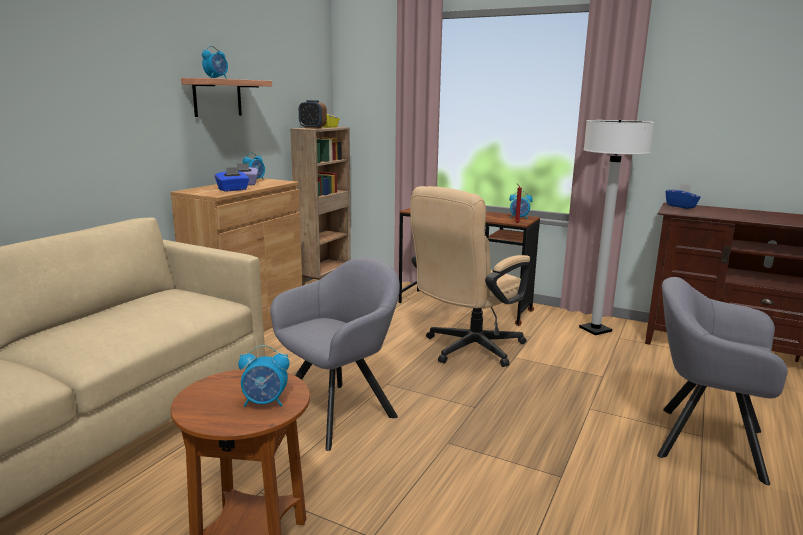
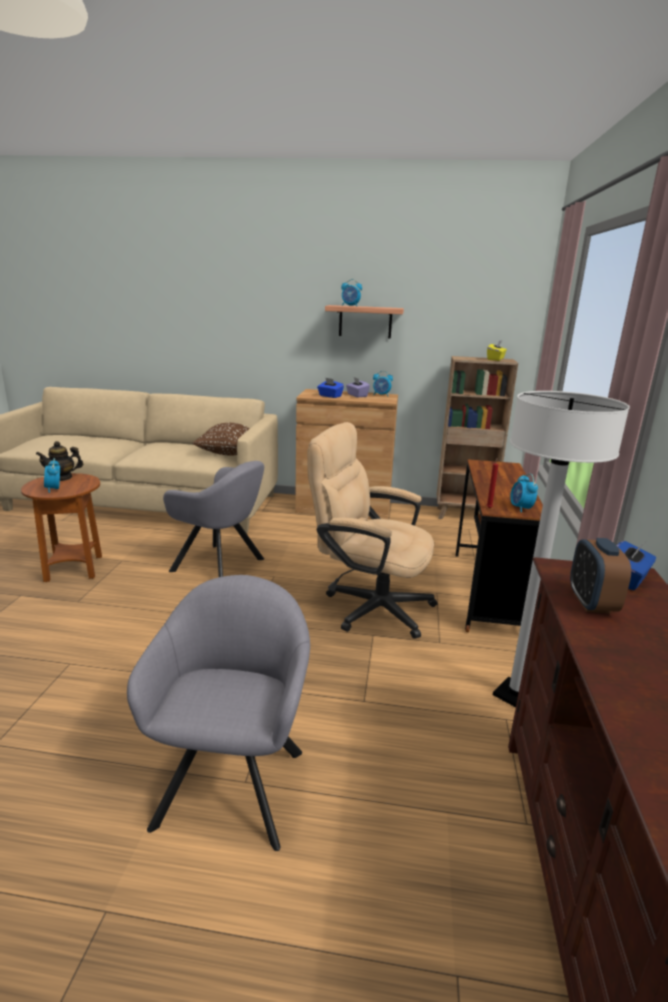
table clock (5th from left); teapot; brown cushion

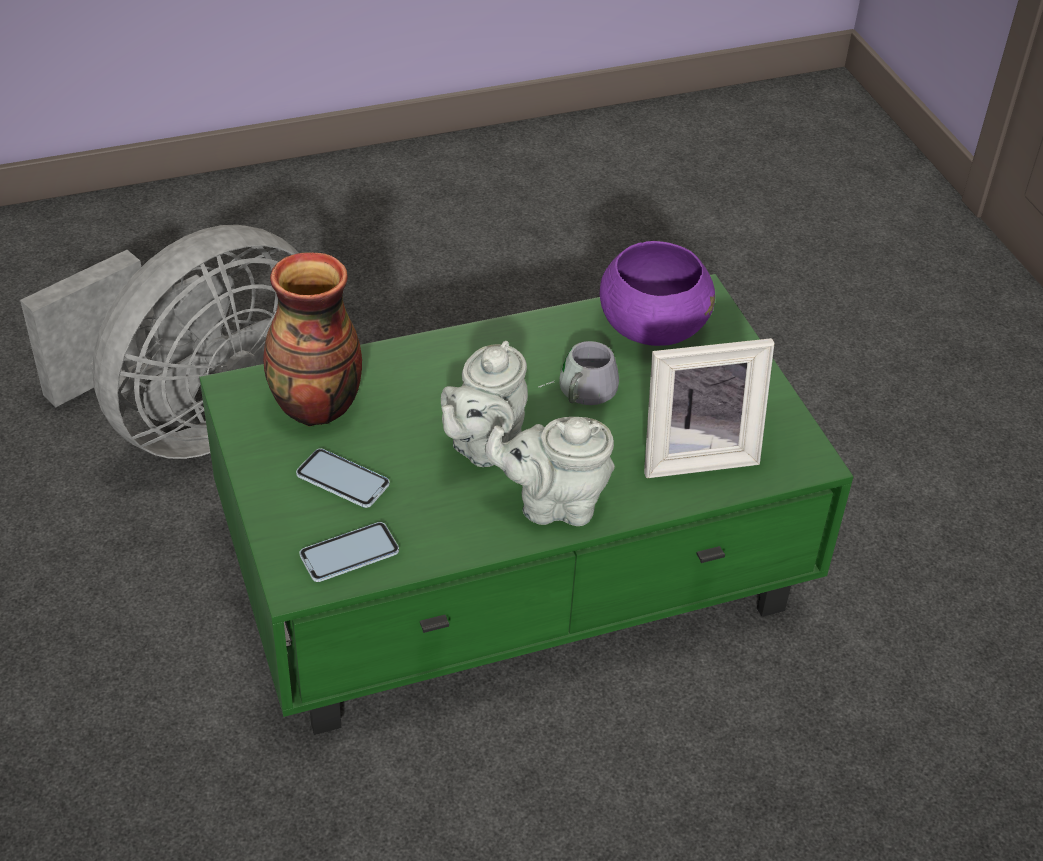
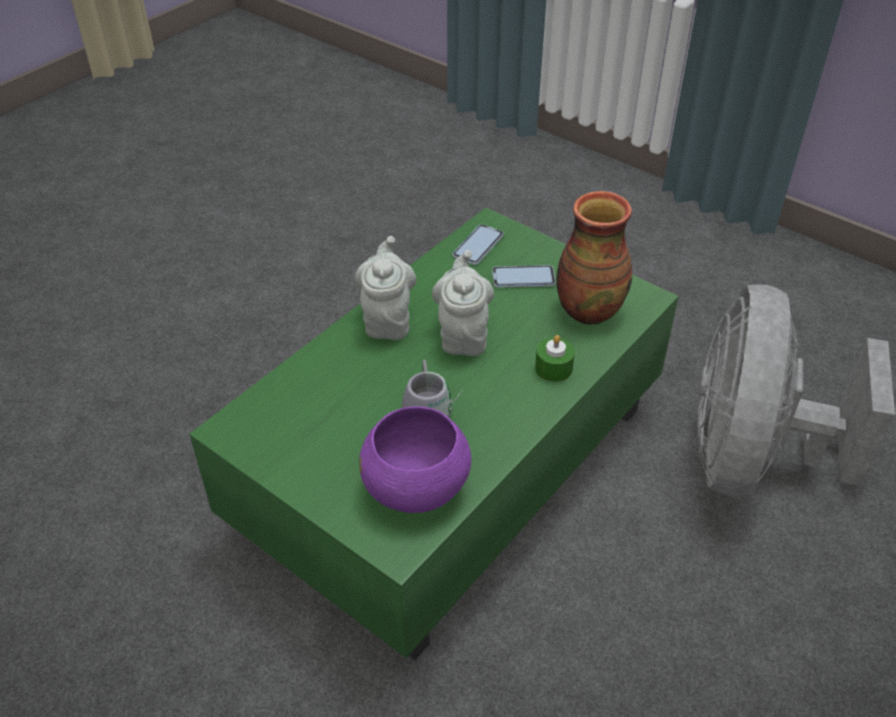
greyish teapot (1st from left); standing frame; green-coloured wax candle

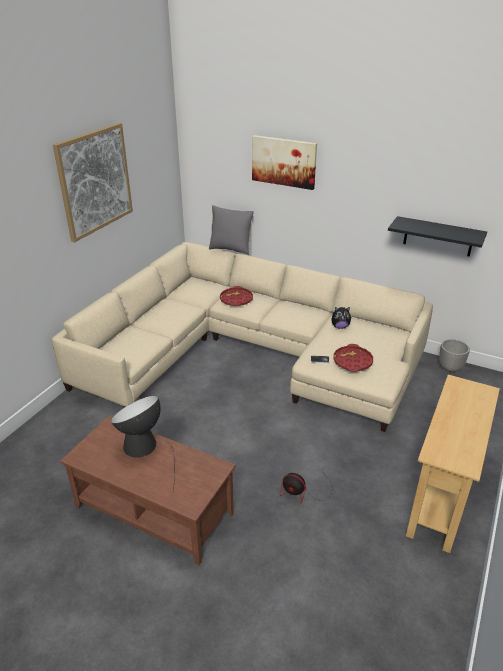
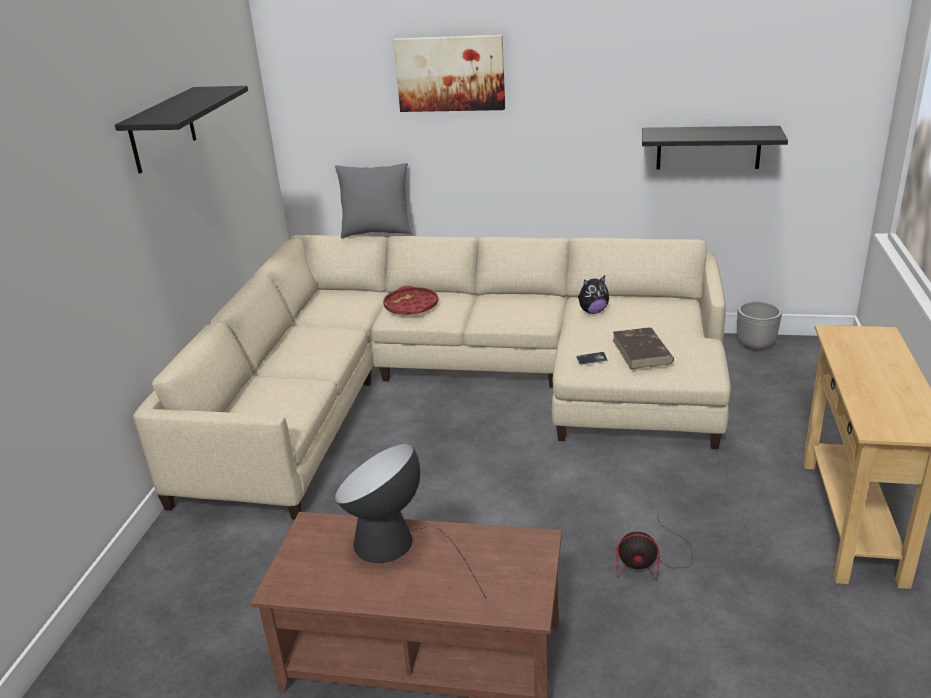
black wall shelf (1st from left); brown volume

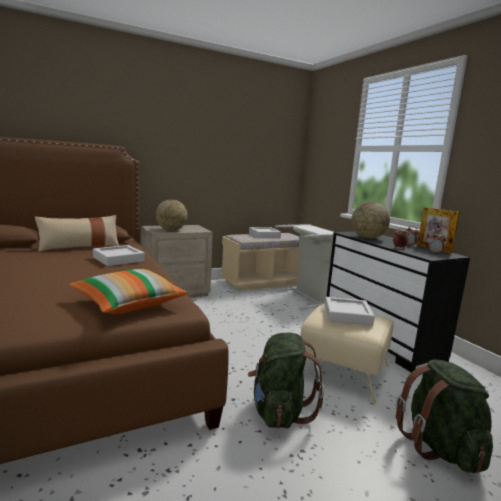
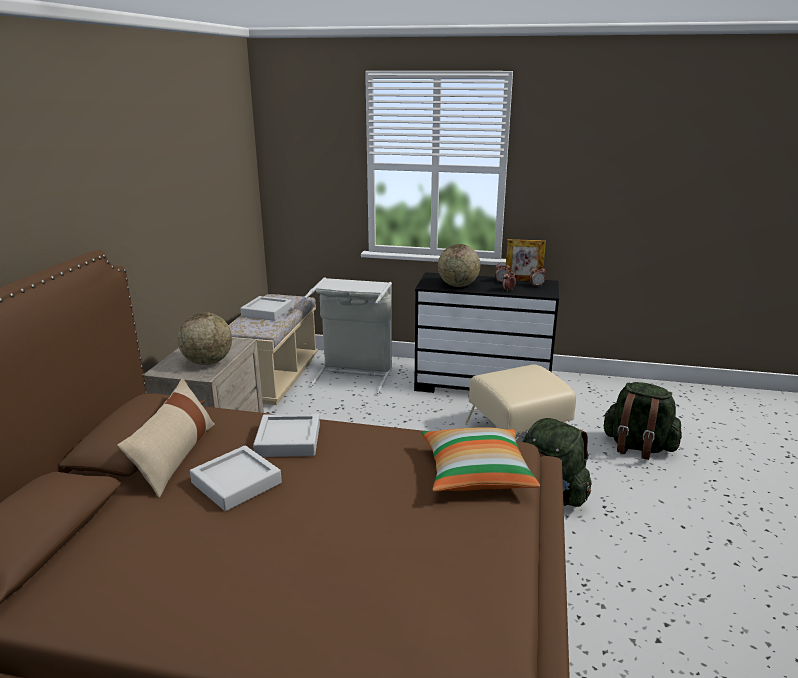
greyish serving tray (1st from left)

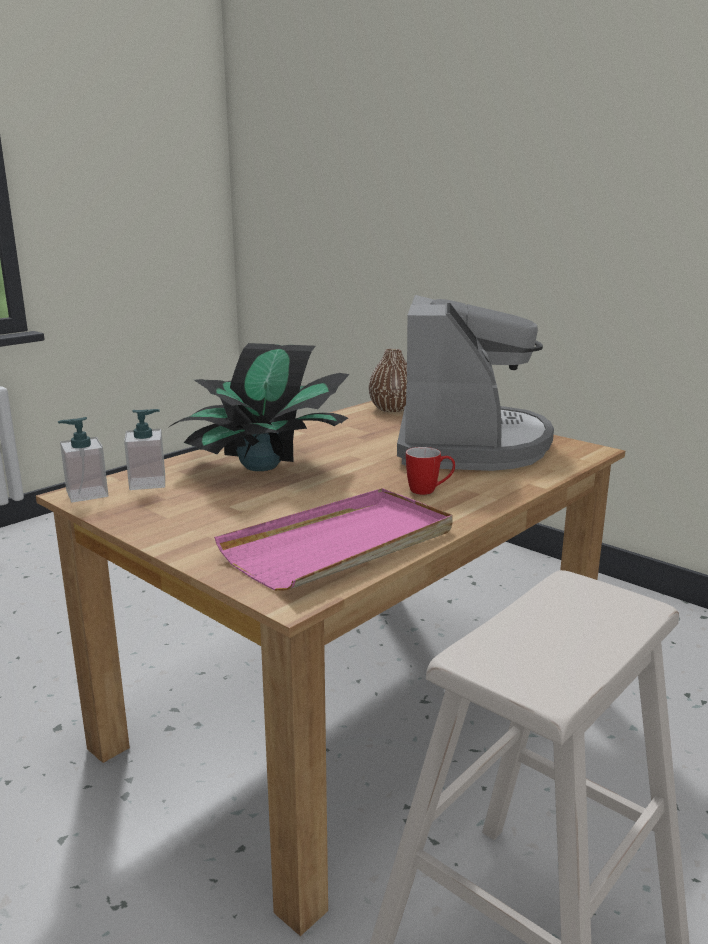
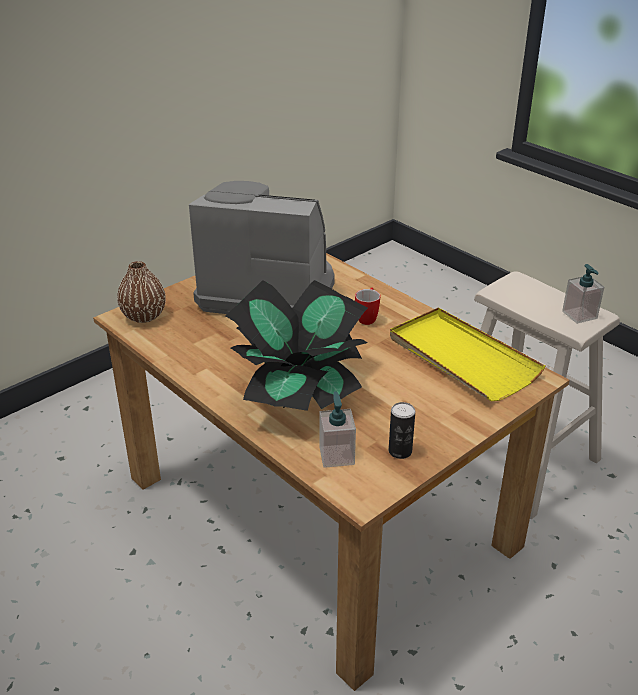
liquid soap bottle (2nd from left); yellow serving tray; sealed can

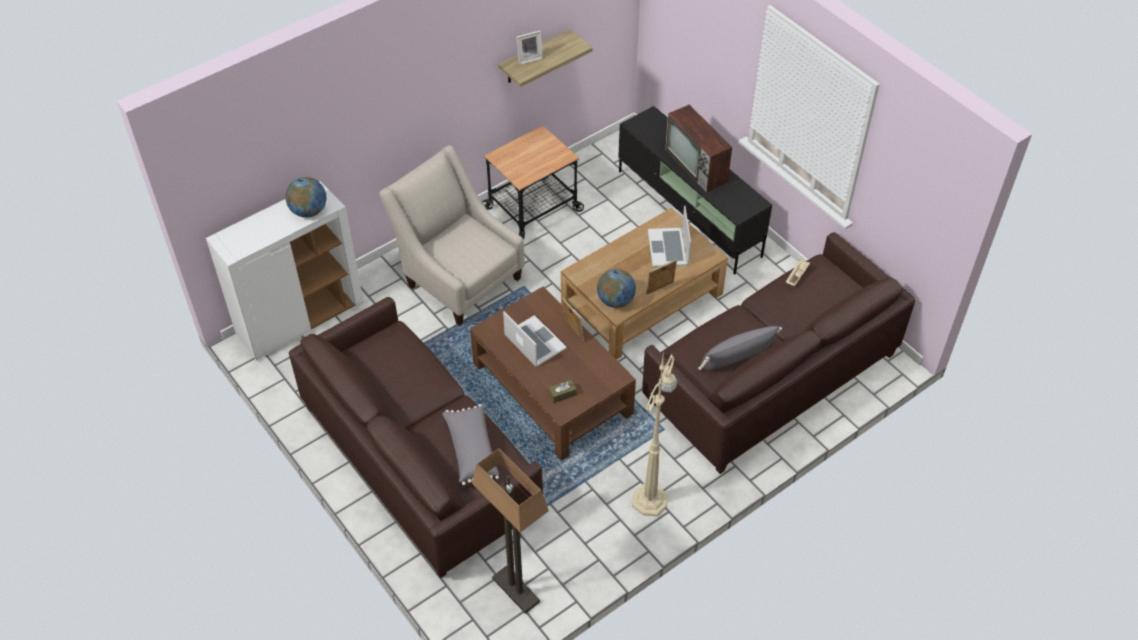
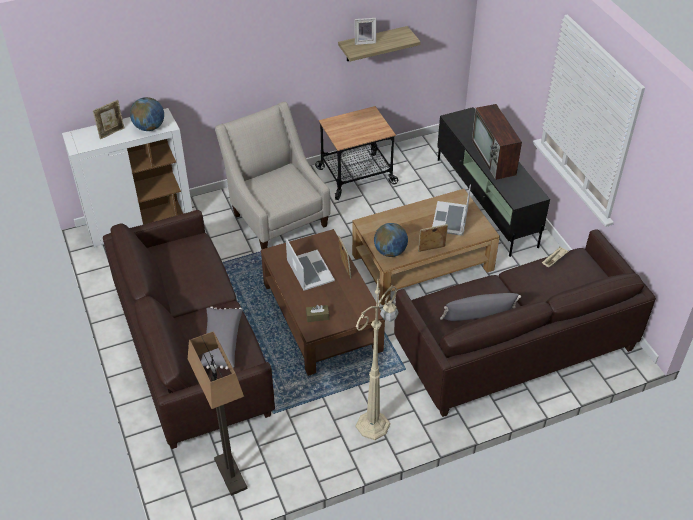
standing frame (1st from left)

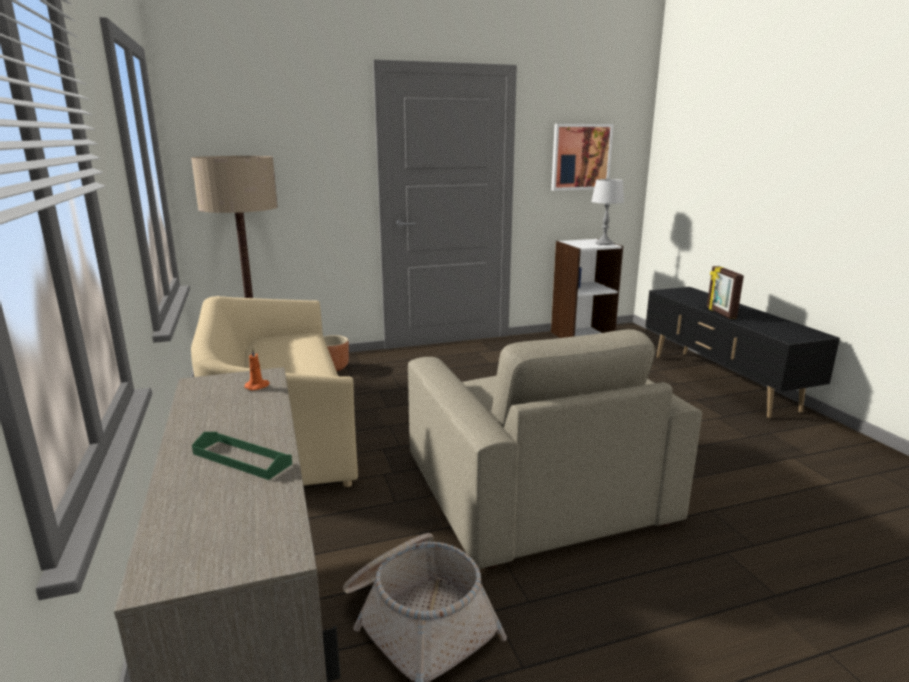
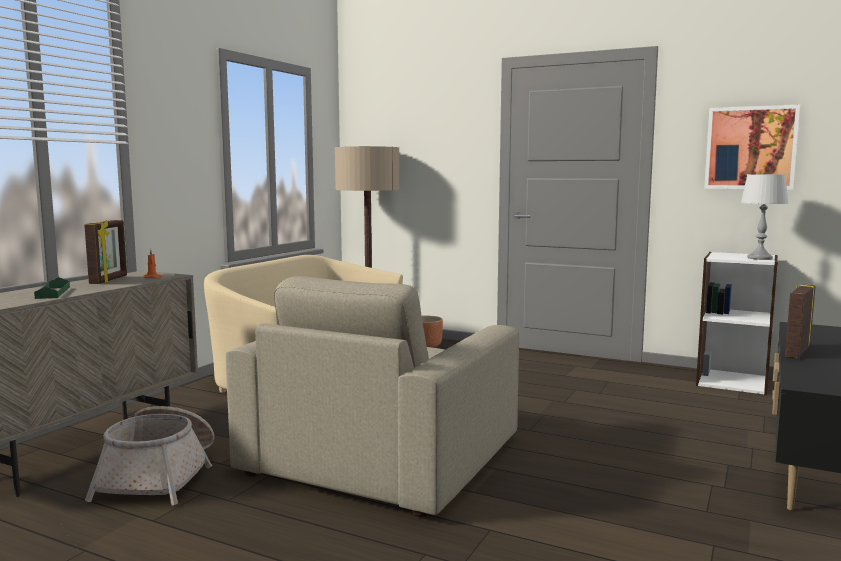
standing frame (1st from left)

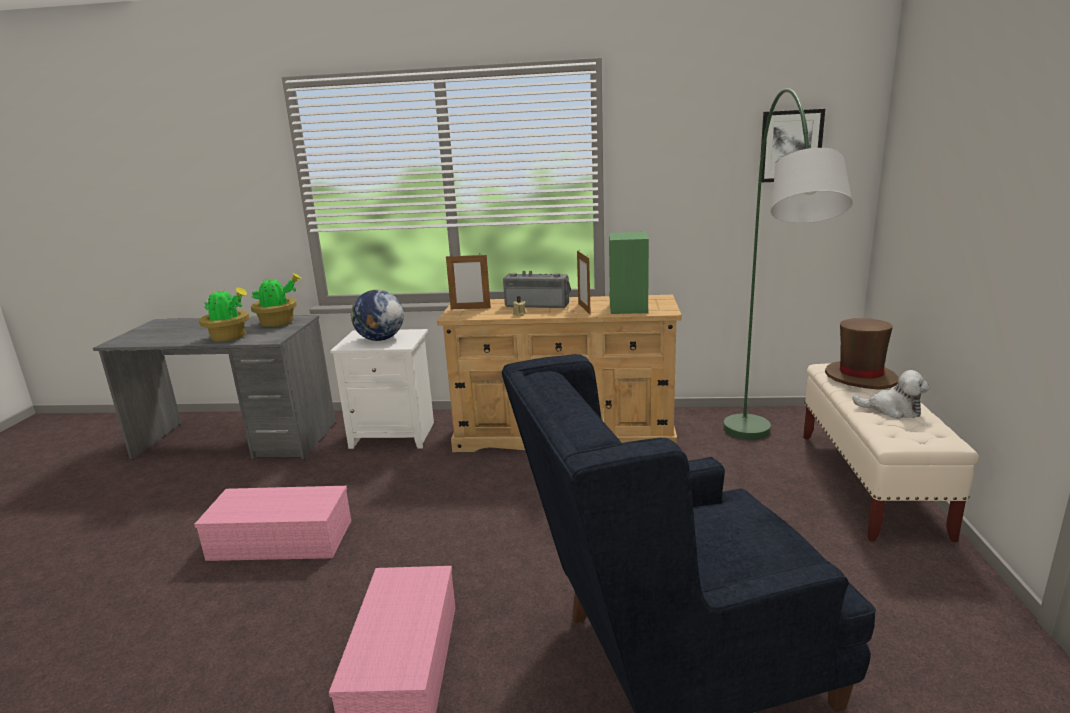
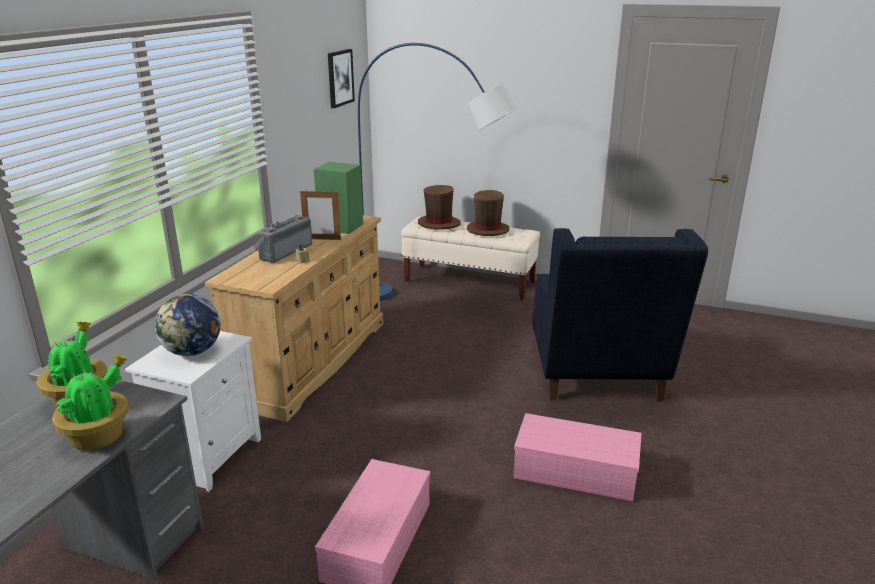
standing frame (1st from left in the first image); blue standing lamp; brown clothing hat (2nd from left)

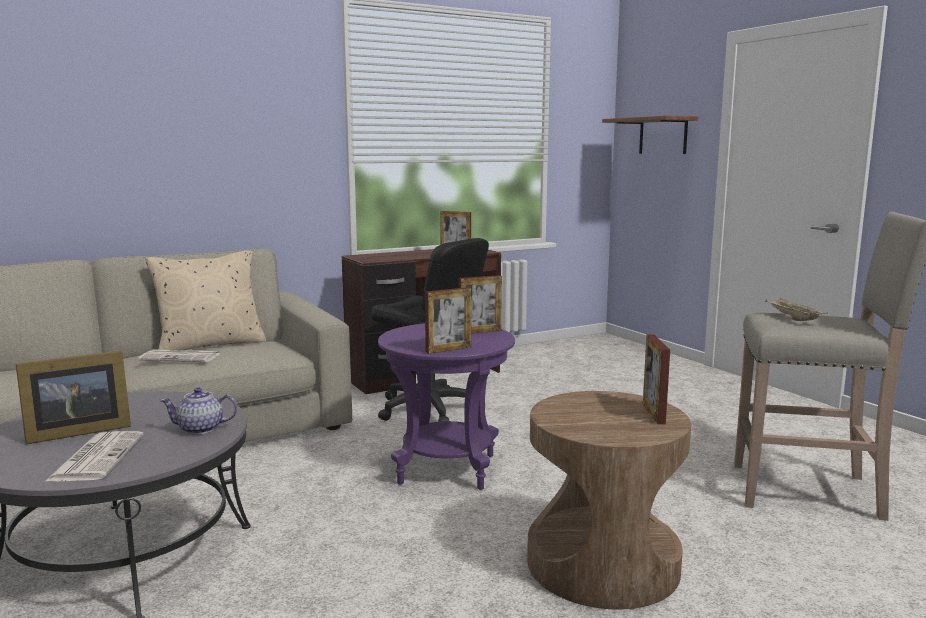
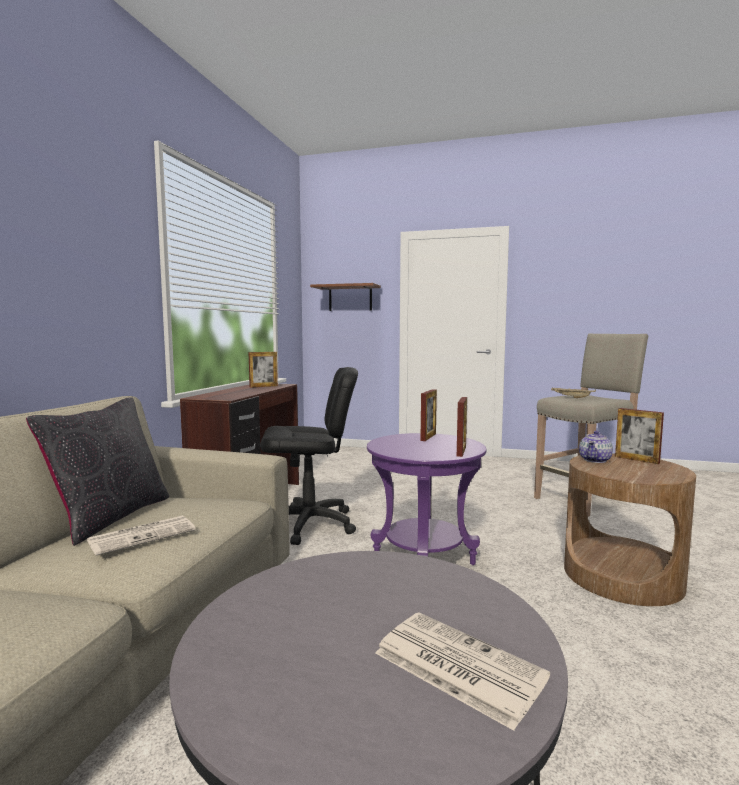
standing frame (1st from left in the first image); black cushion; teapot

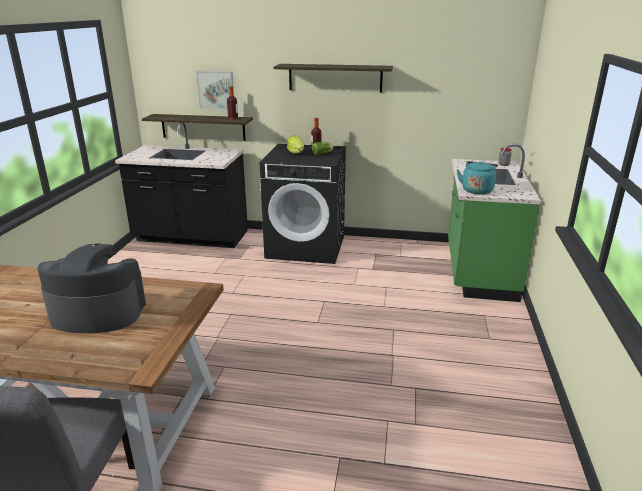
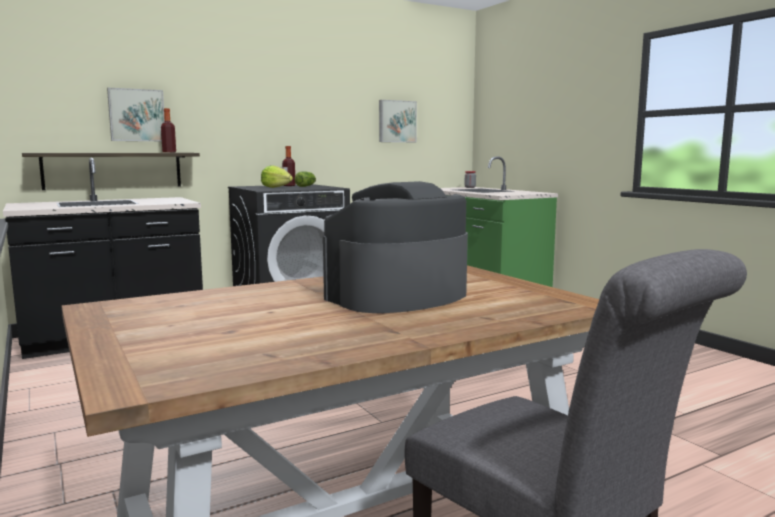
wall shelf (2nd from left in the first image); turquoise water kettle; picture (2nd from left)

